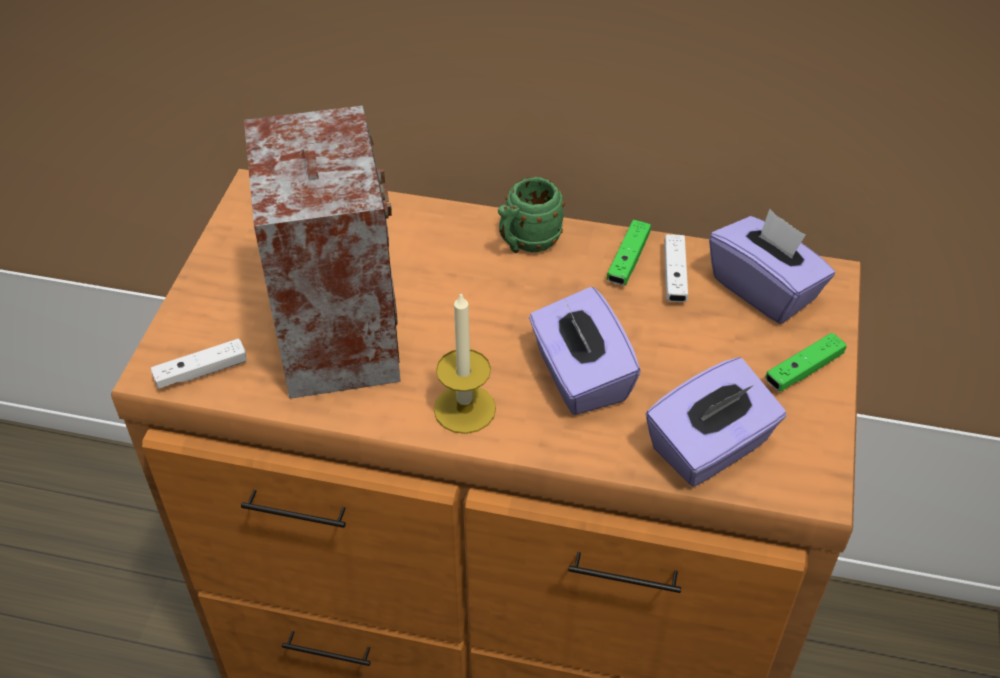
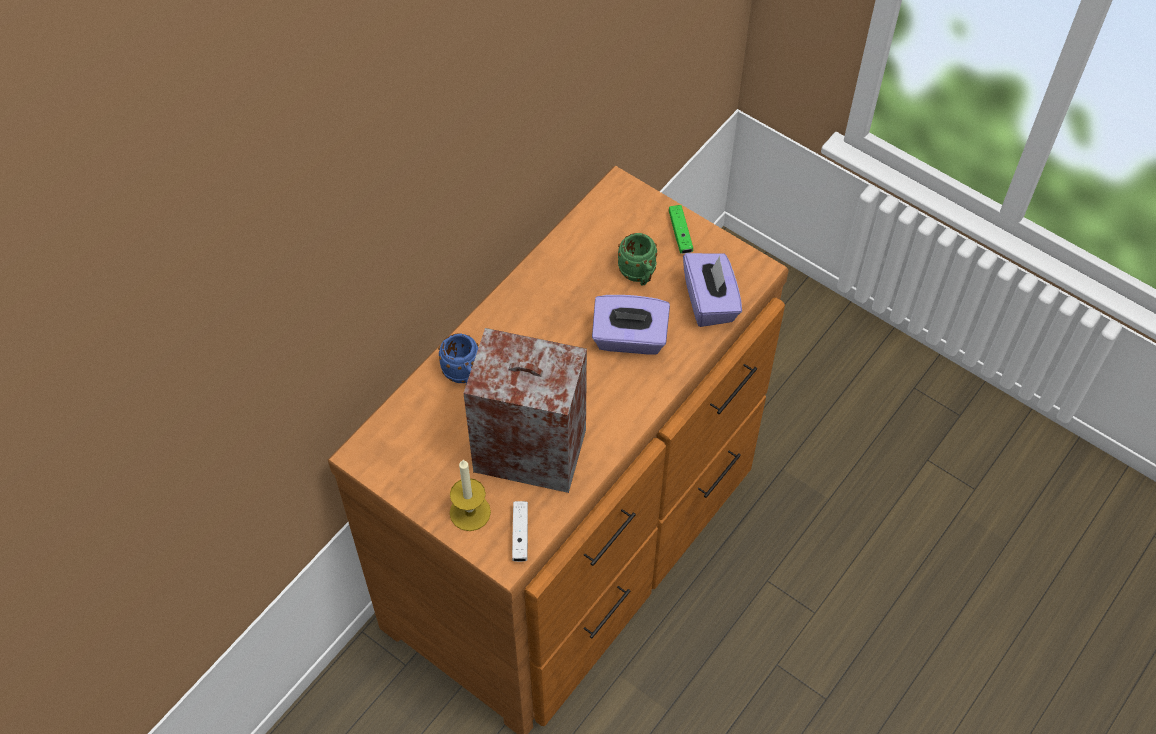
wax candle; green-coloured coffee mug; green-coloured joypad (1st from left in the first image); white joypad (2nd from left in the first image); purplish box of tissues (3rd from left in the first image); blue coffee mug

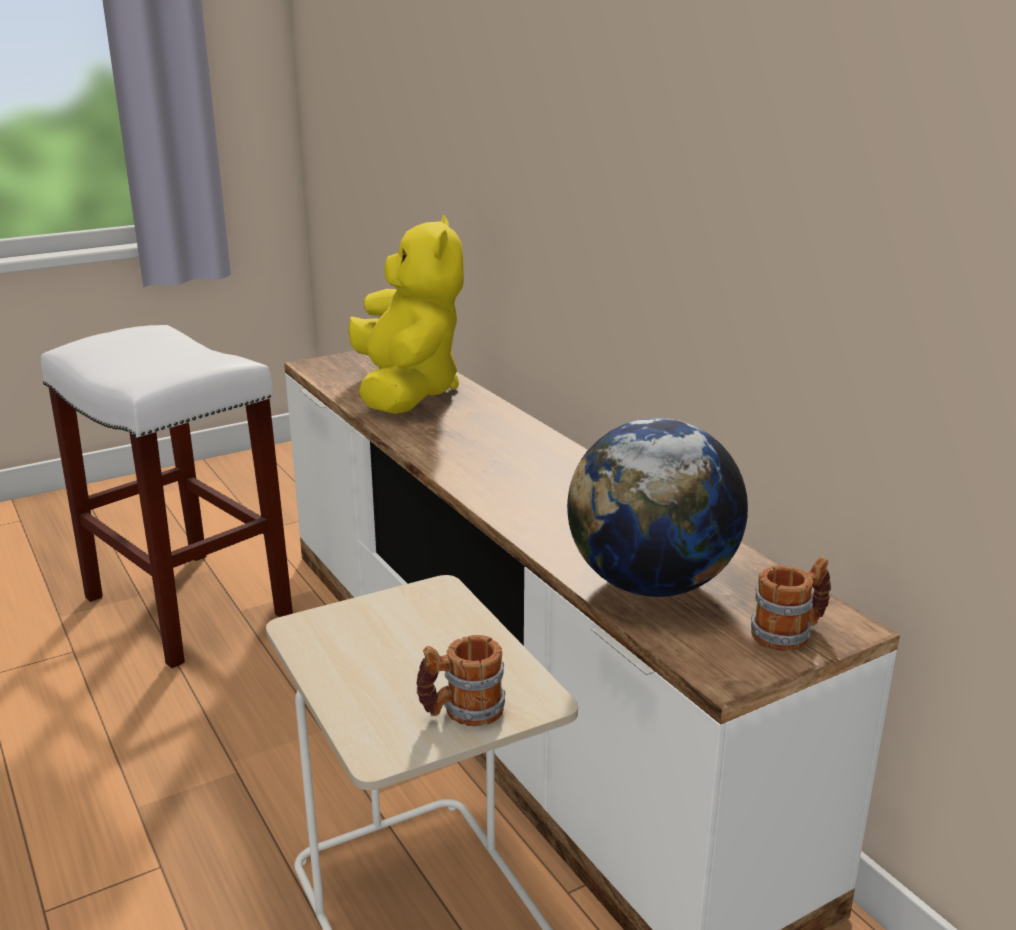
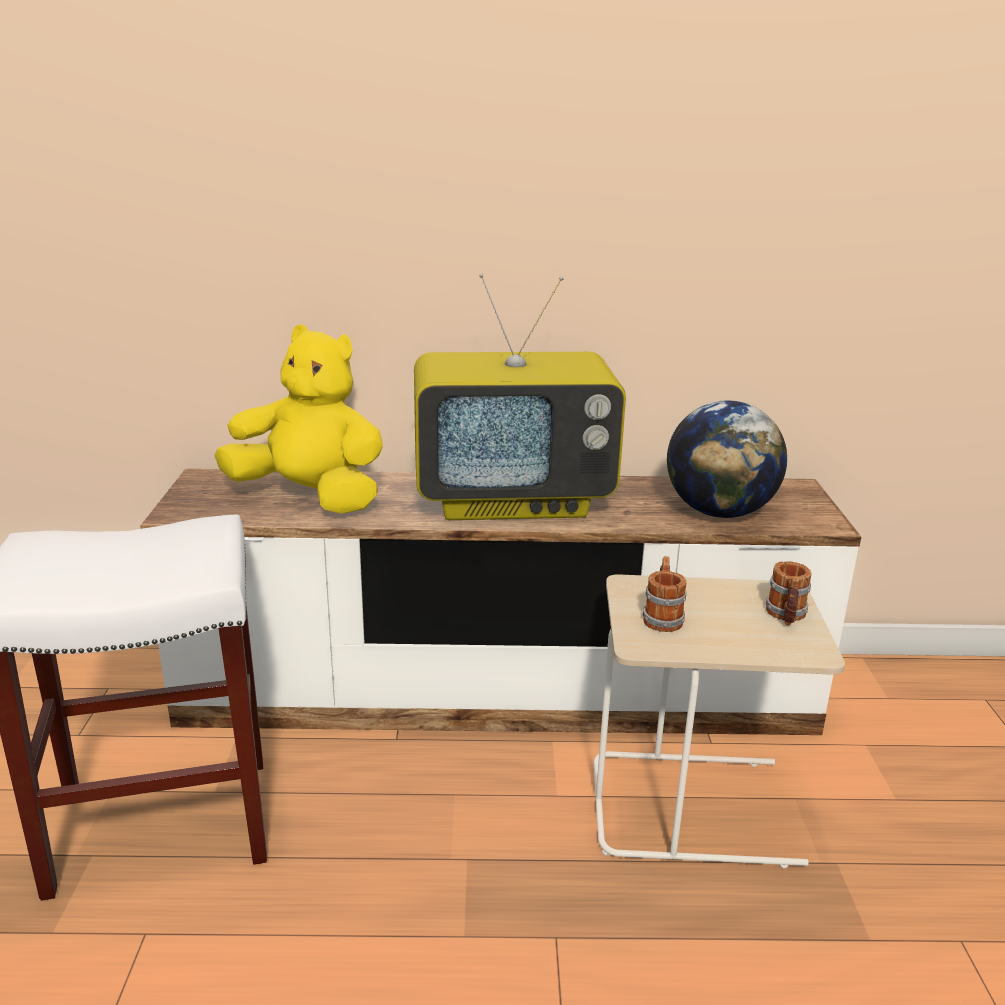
coffee mug (1st from left); TV

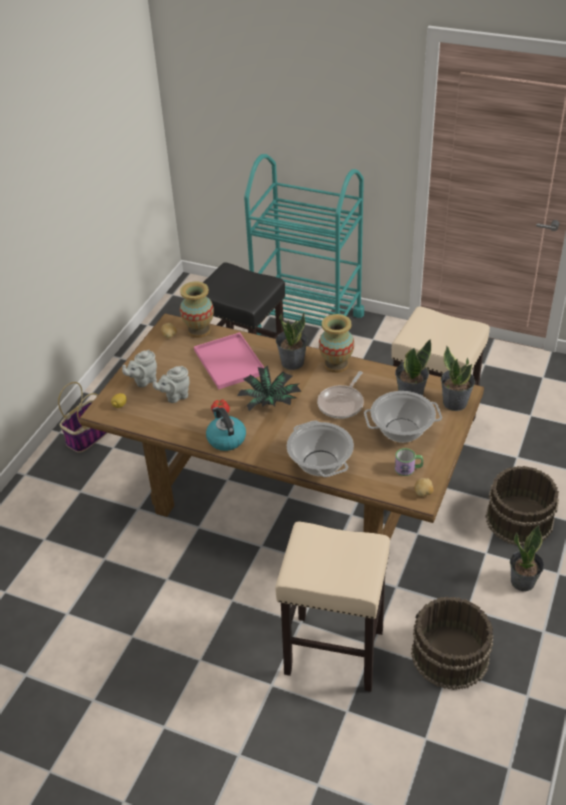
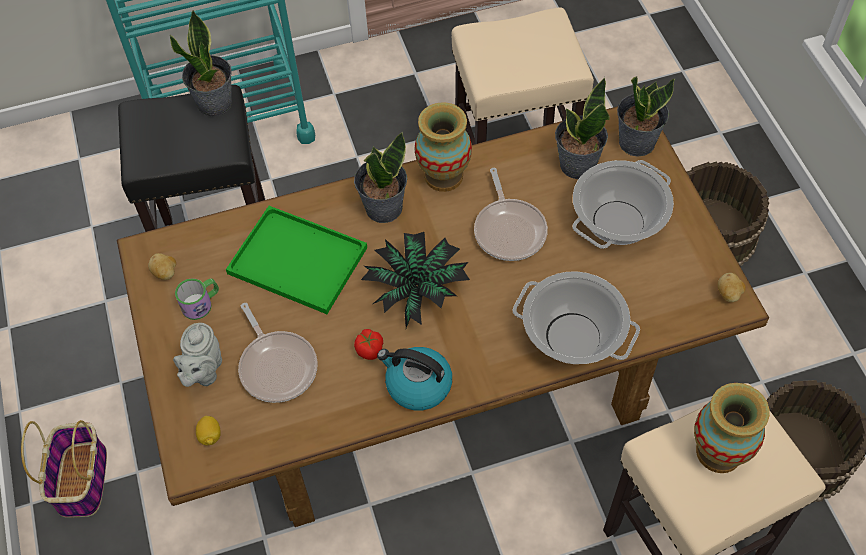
skillet (1st from left); vase (2nd from left); green-coloured serving tray; coffee mug; plant in a pot (1st from left)

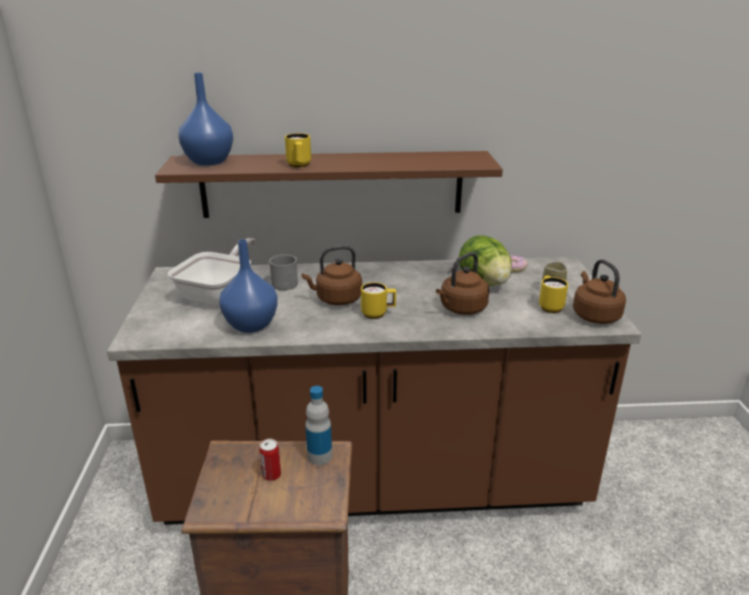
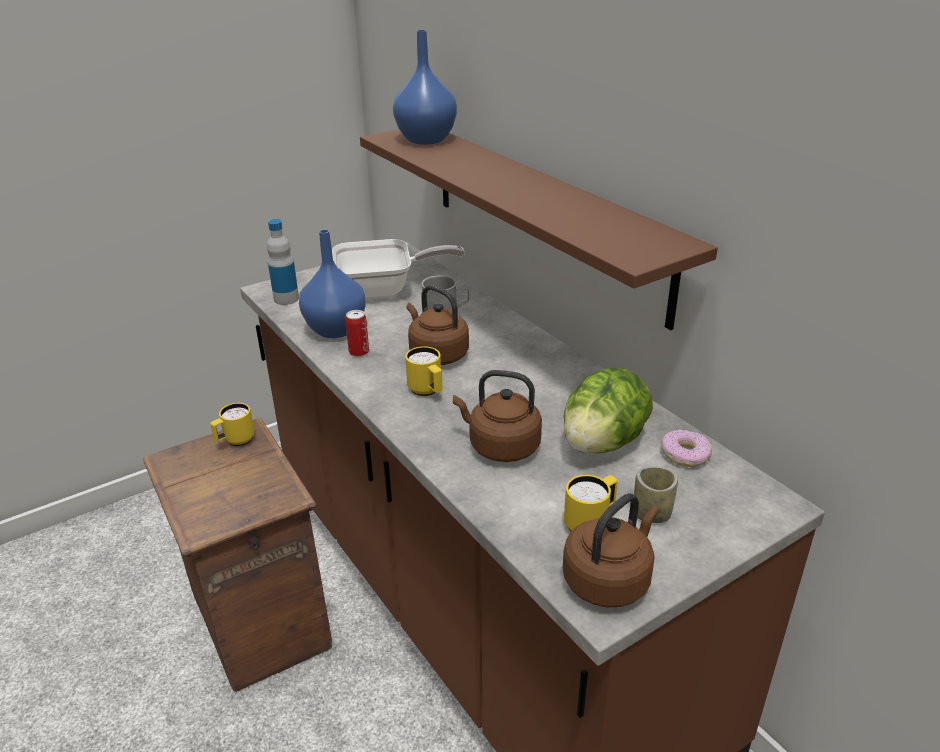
sealed can; yellow coffee mug (1st from left); bottle

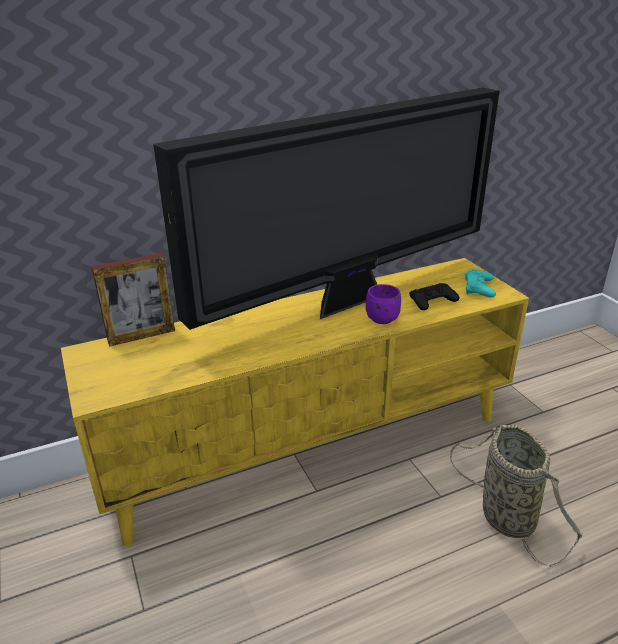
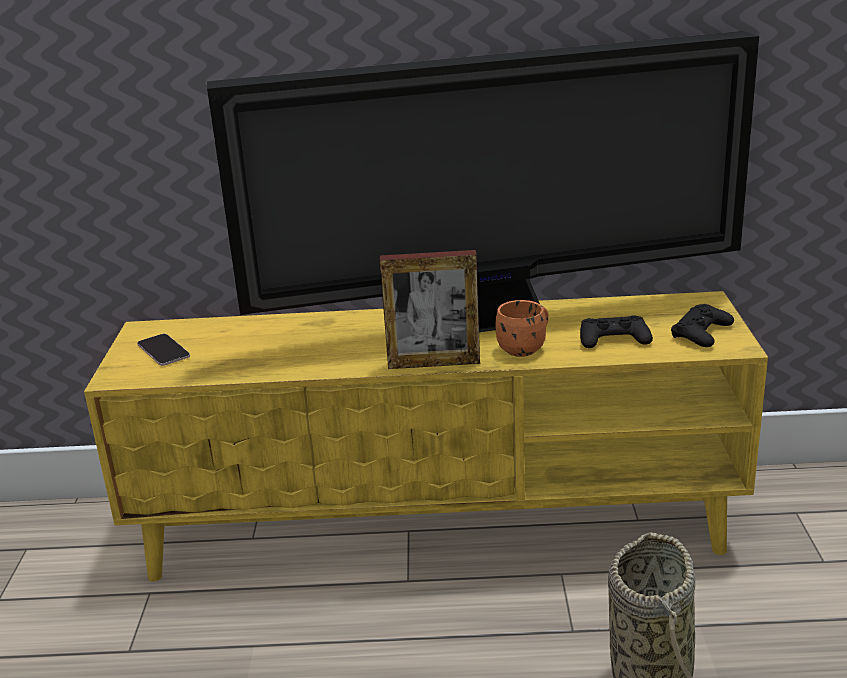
standing frame; orange coffee mug; black joypad (2nd from left); phone

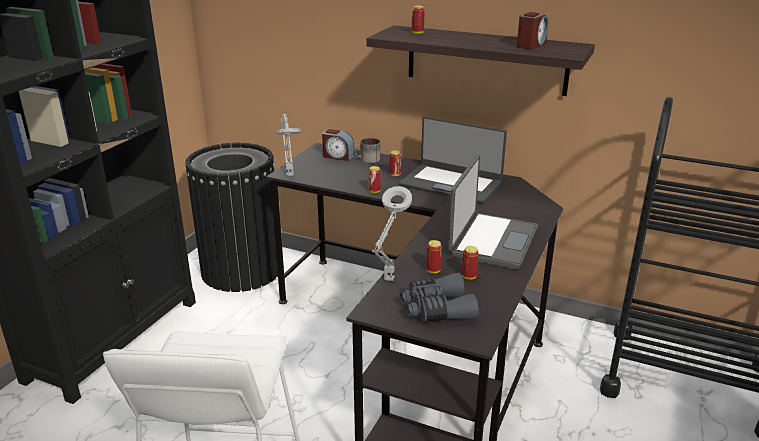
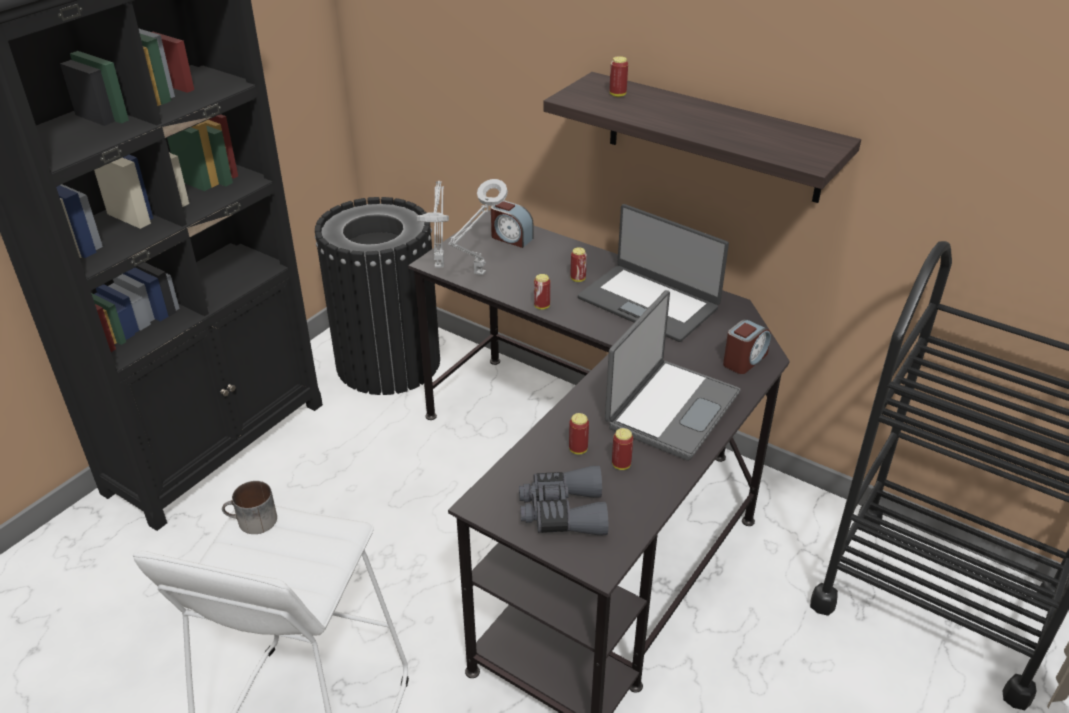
coffee mug; greyish table lamp (2nd from left); table clock (2nd from left)

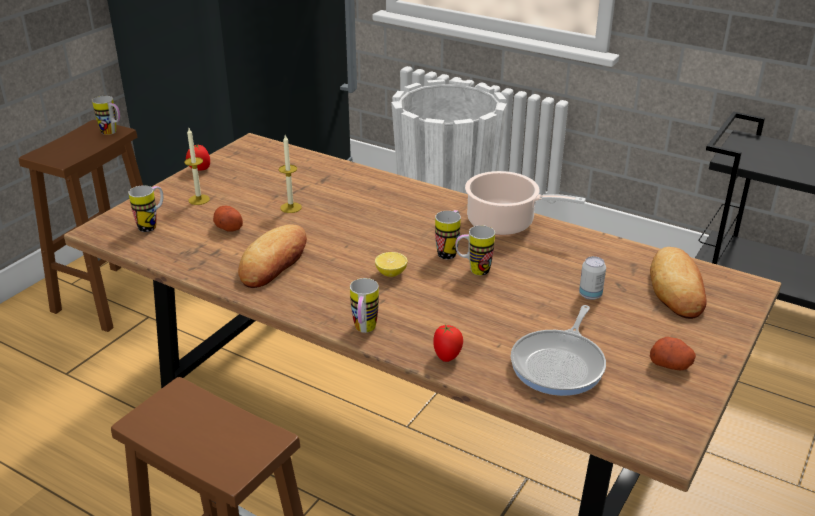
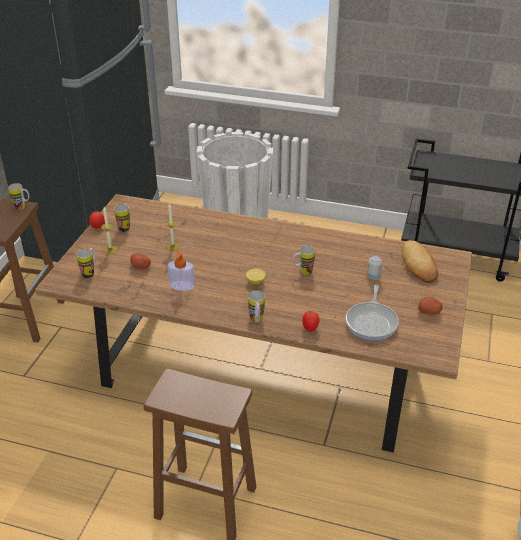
liquid soap bottle; coffee mug (3rd from left); saucepot

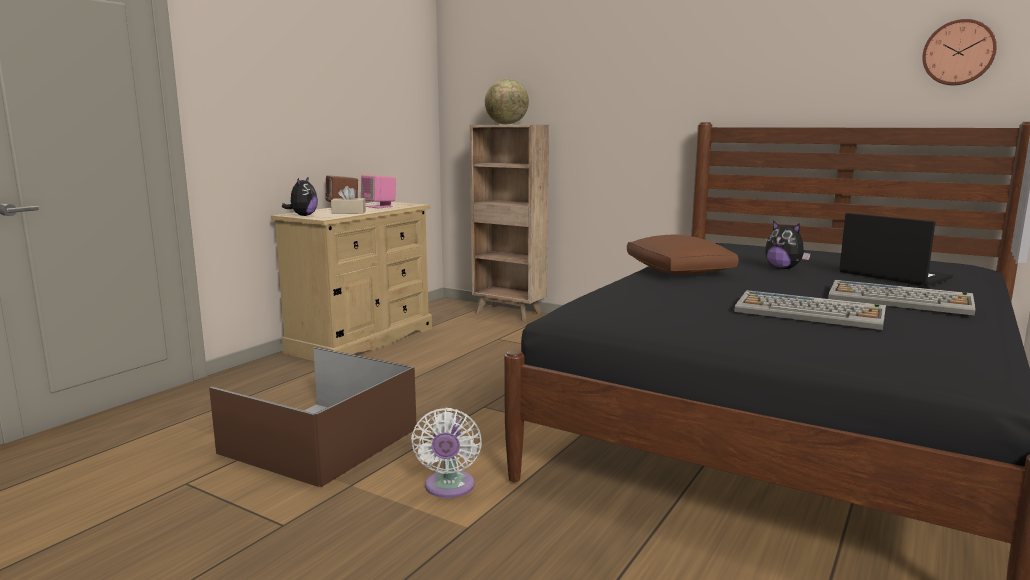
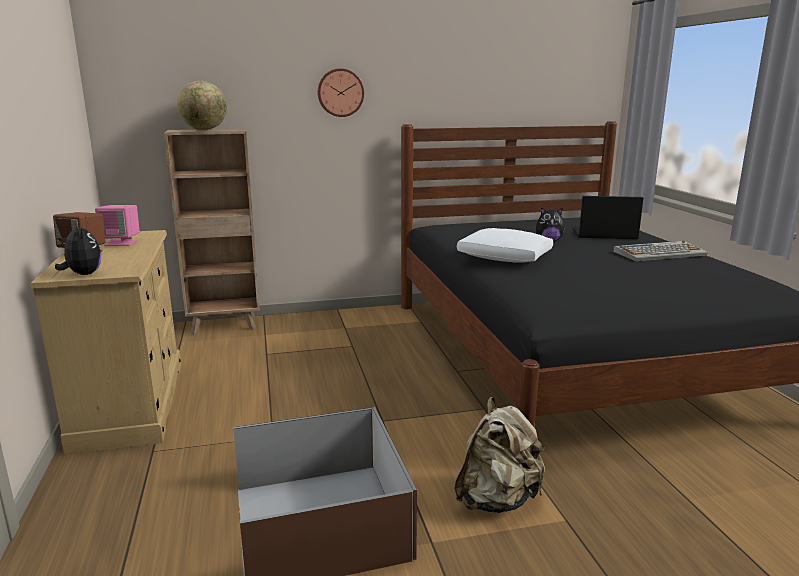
beige-coloured box of tissues; beige-coloured rucksack; white cushion; PC keyboard (1st from left in the first image); hanging clock

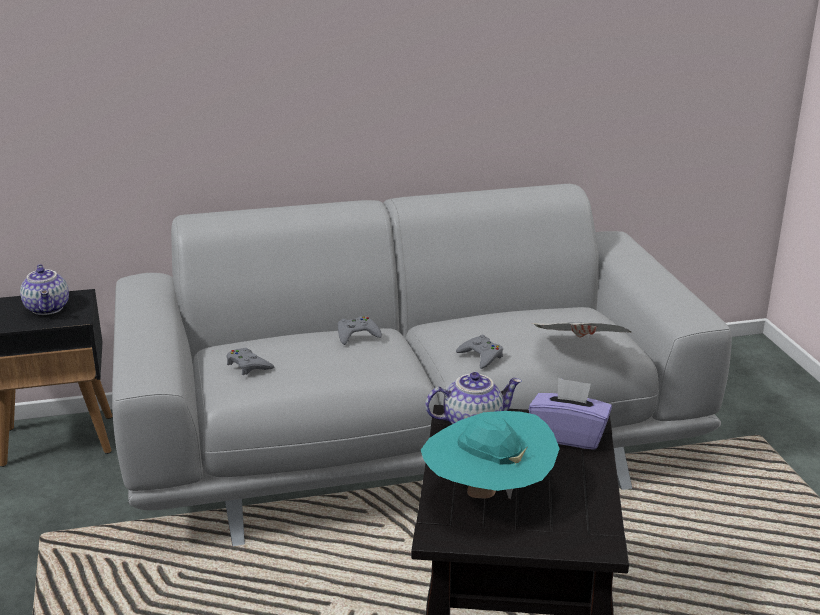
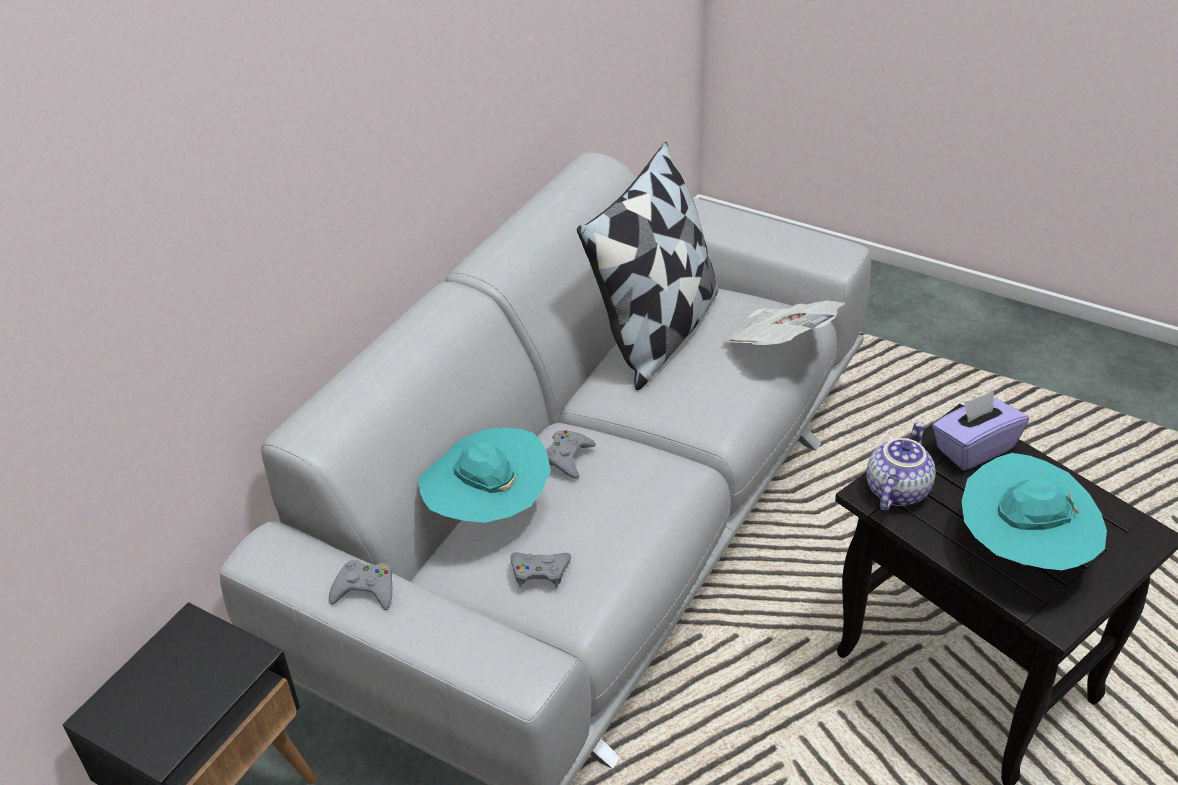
teapot (1st from left in the first image); greyish joypad (1st from left); turquoise clothing hat (1st from left); cushion

